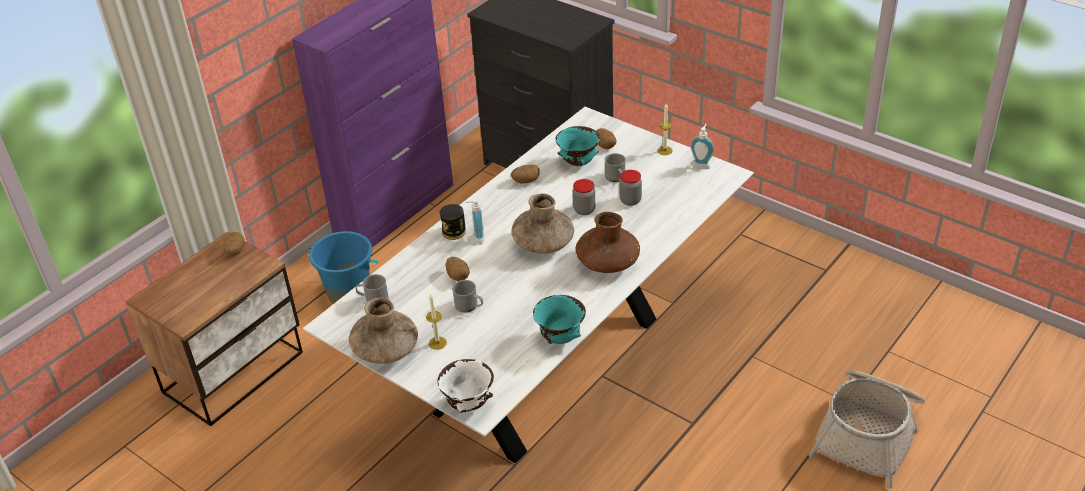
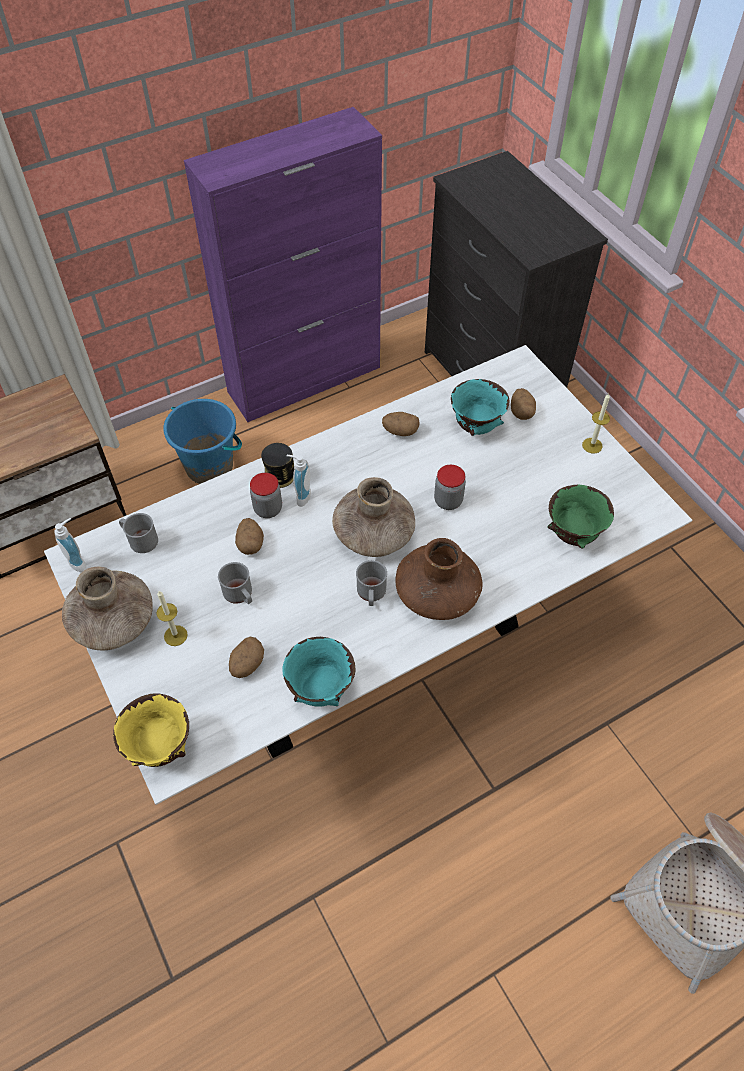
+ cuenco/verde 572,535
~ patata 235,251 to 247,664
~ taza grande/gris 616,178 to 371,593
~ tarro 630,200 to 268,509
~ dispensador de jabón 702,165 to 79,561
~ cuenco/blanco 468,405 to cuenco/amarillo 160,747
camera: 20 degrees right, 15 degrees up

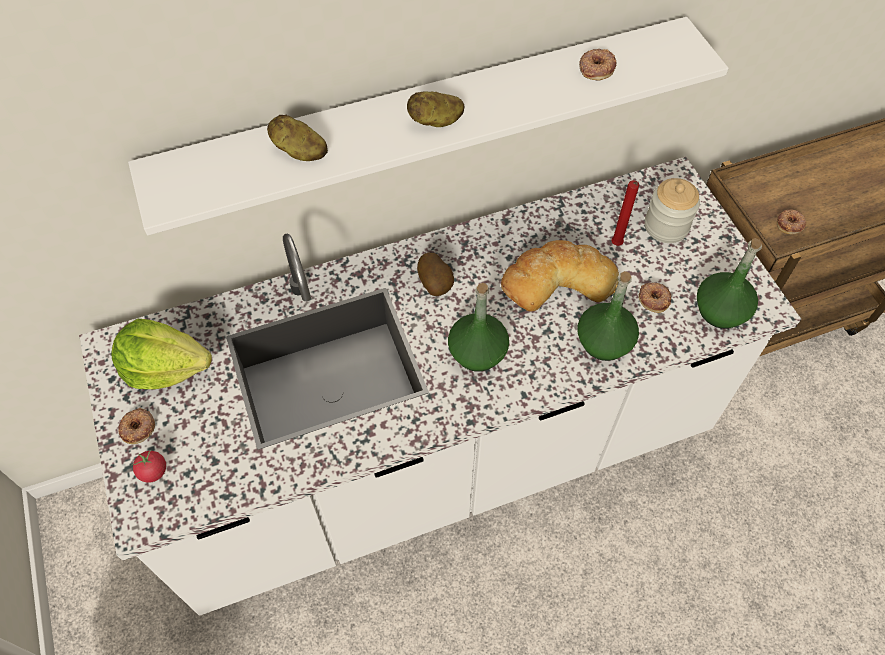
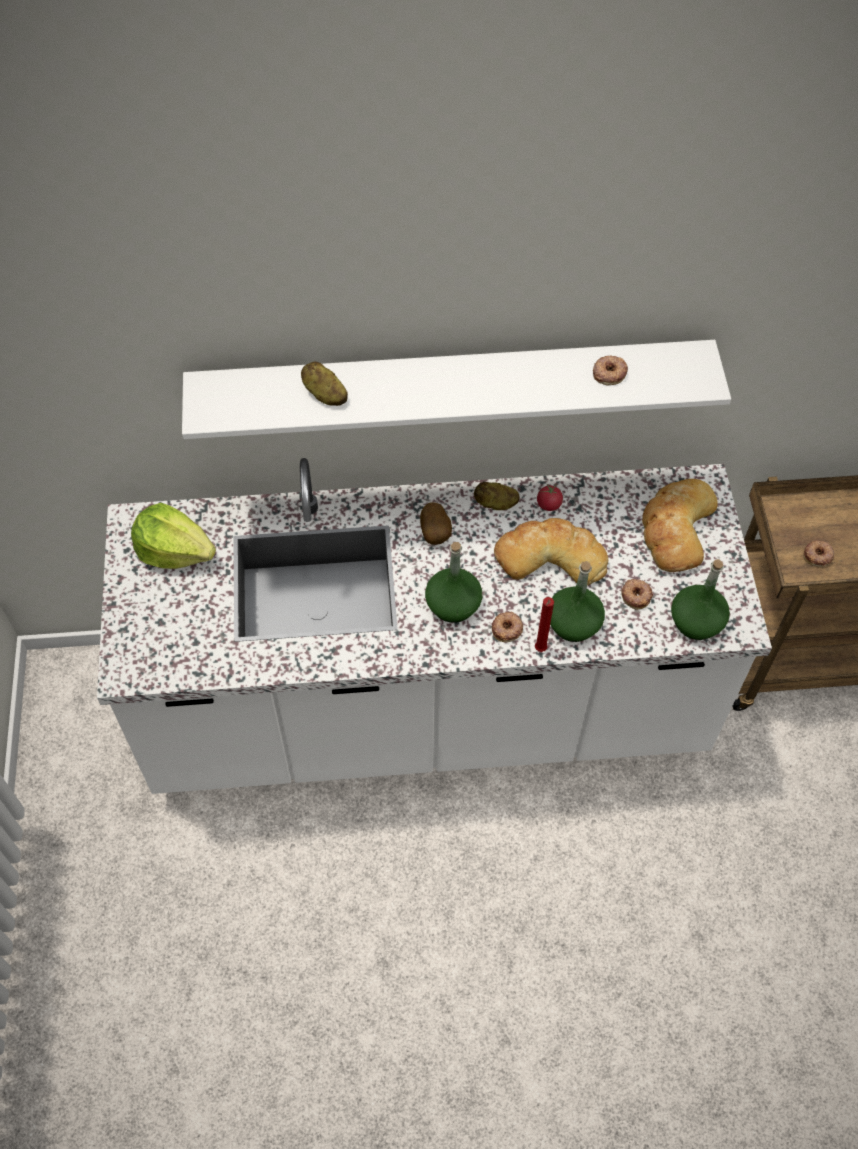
~ rosquilla 138,428 to 507,629
~ tomate 153,471 to 549,504
~ patata 436,121 to 496,503
~ vela/rojo 616,245 to 539,650
~ tarro 666,226 to pan 676,529
camera: 15 degrees right, 0 degrees up

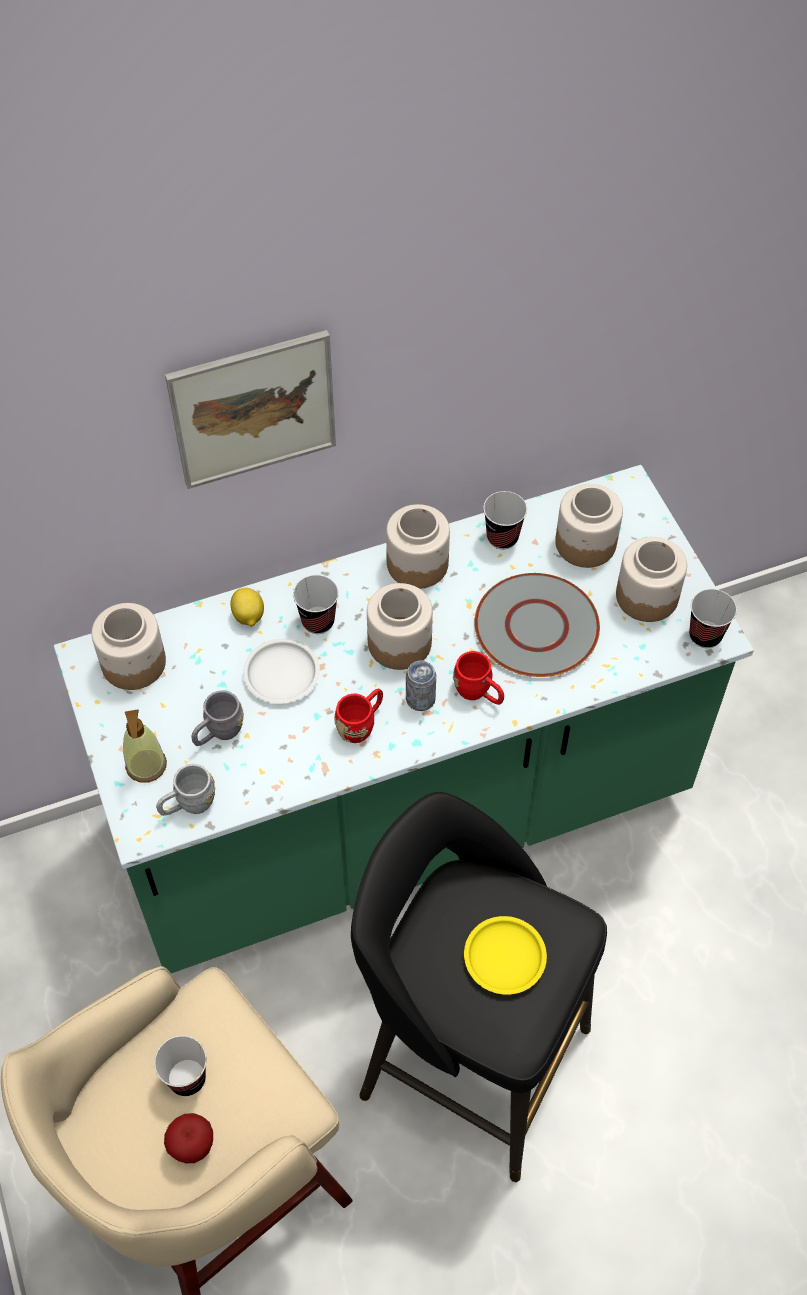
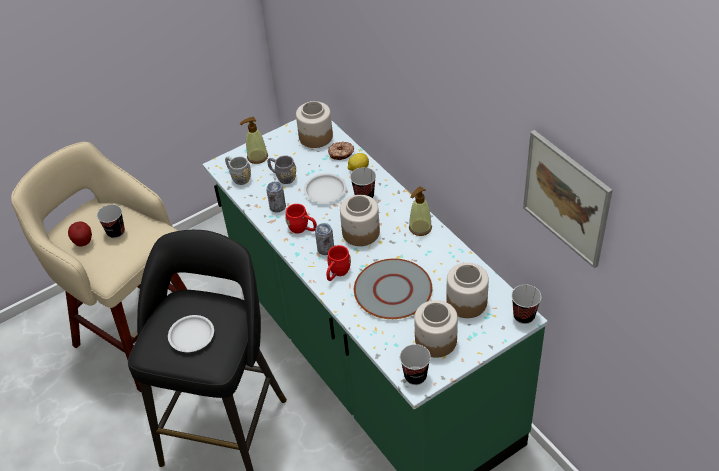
+ lata 277,207
+ rosquilla 341,154
~ cuadro 253,409 to 566,198
~ taza 502,537 to 524,316
~ tarro 417,563 to dispensador de jabón 420,228
~ plato/amarillo 505,957 to plato/blanco 192,336
camera: 80 degrees right, 10 degrees down

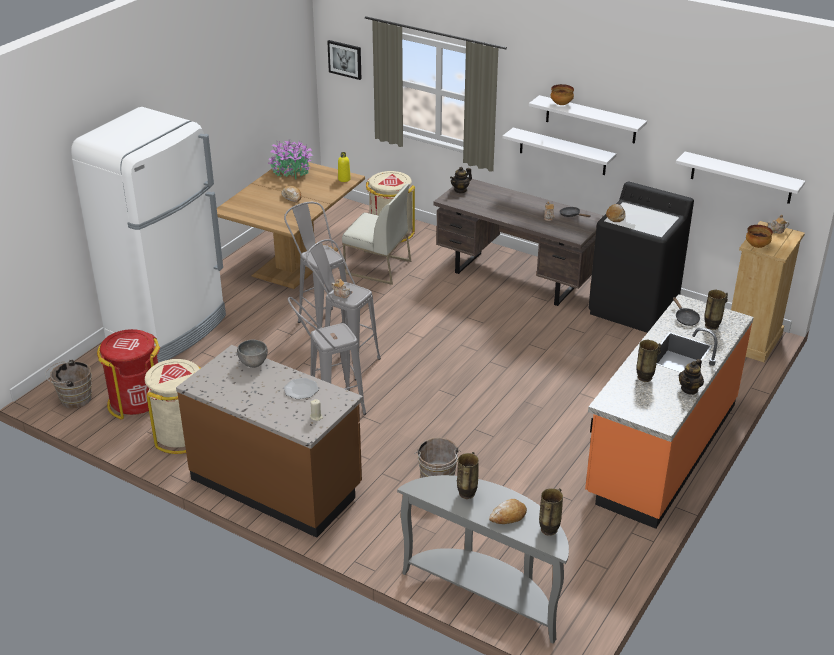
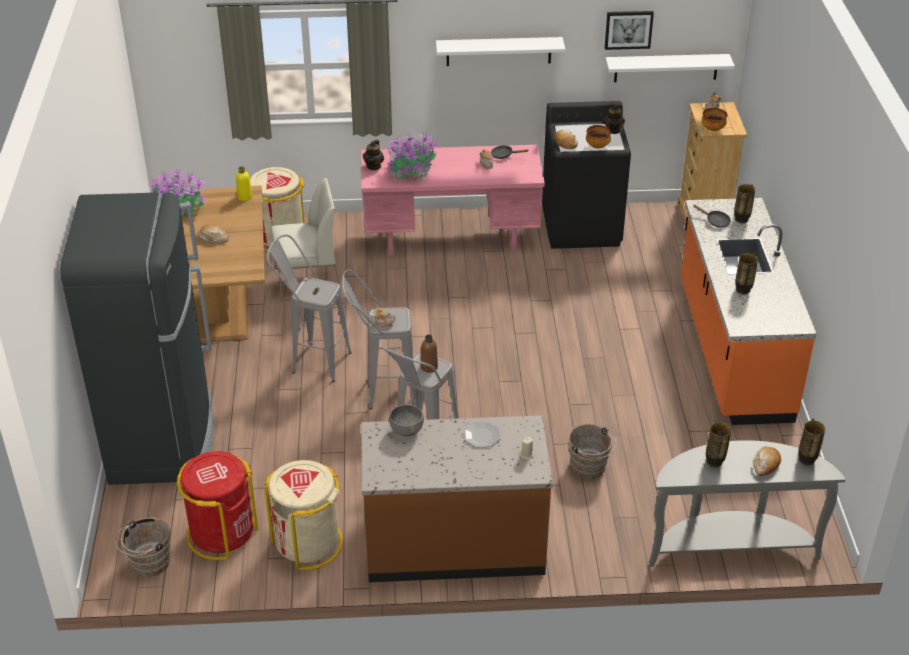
- estante/blanco 562,151
+ planta en maceta 411,171
+ botella/marrón 429,367
~ cuadro 345,59 to 628,29
~ cuenco 561,104 to 598,146
~ tetera 689,389 to 613,130
~ nevera/blanco 168,329 to nevera/negro 163,440
~ escritorio/marrón 517,278 to escritorio/rosa 452,238
camera: 35 degrees left, 5 degrees up

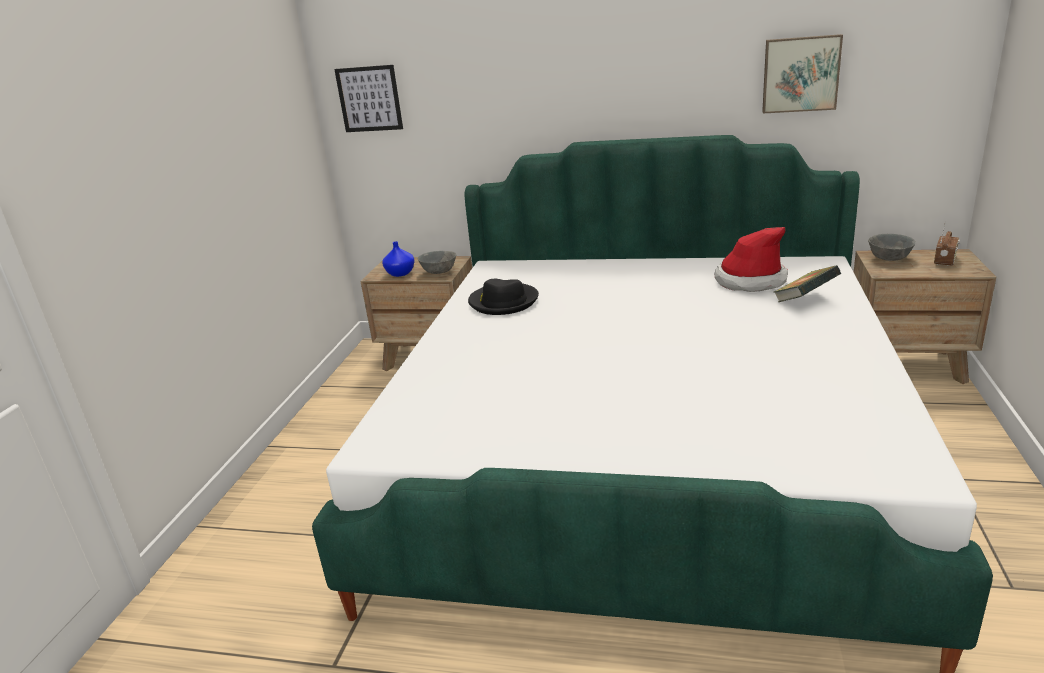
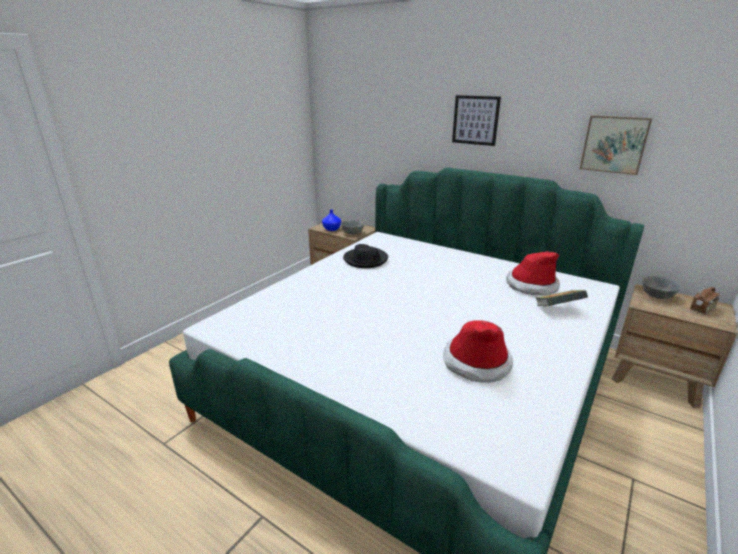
+ sombrero 476,363
~ cuadro 369,99 to 475,120
camera: 20 degrees right, 0 degrees up

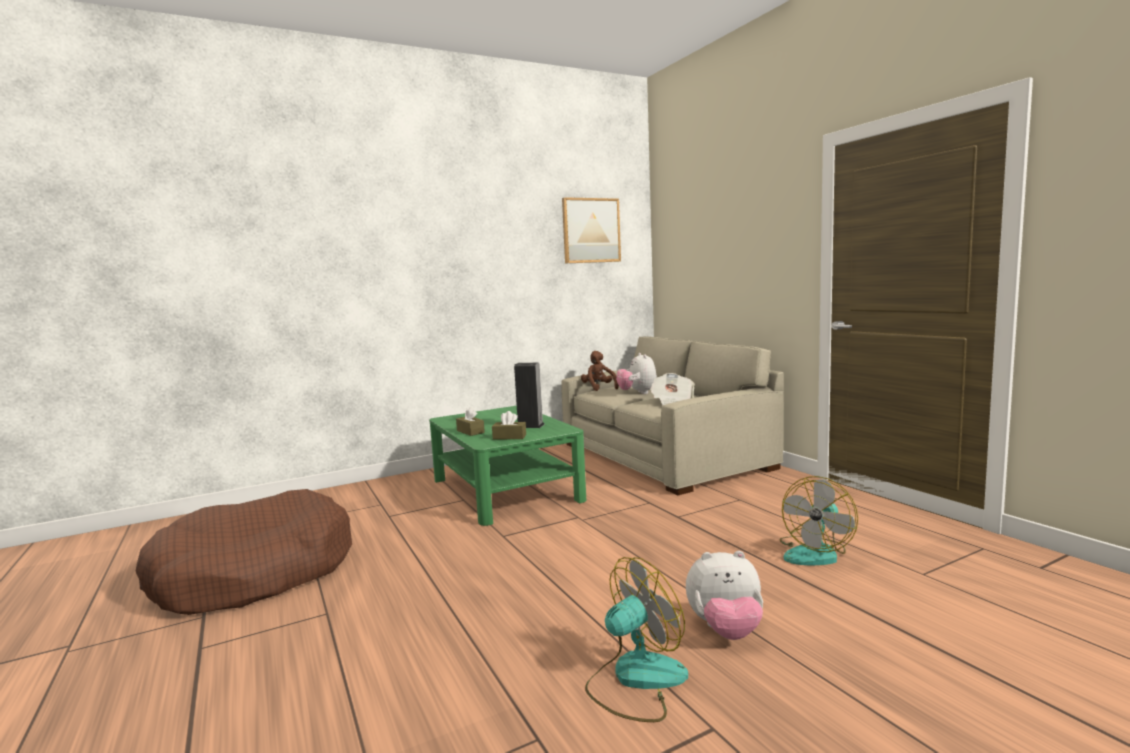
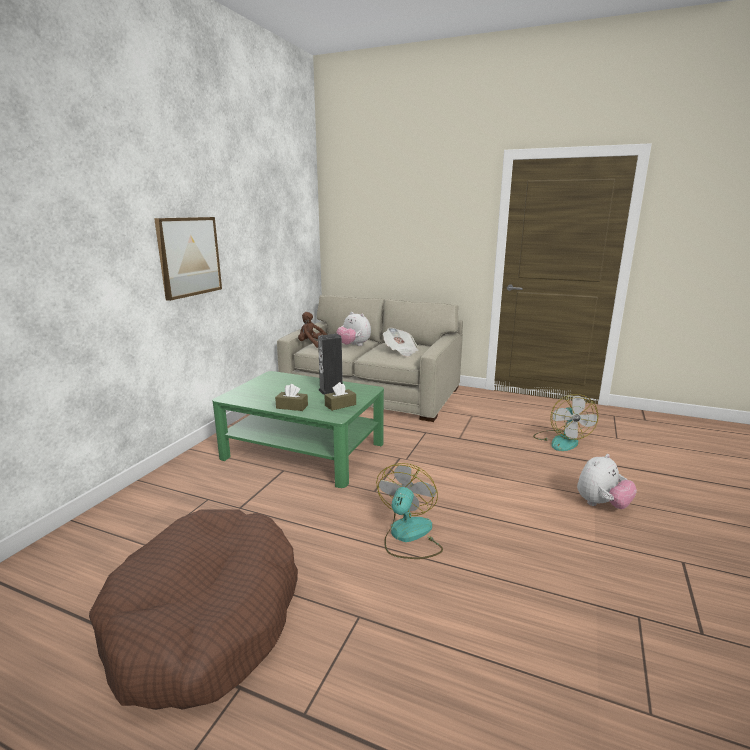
~ cuadro 591,230 to 189,256
~ ventilador 635,680 to 408,536
camera: 40 degrees left, 10 degrees up

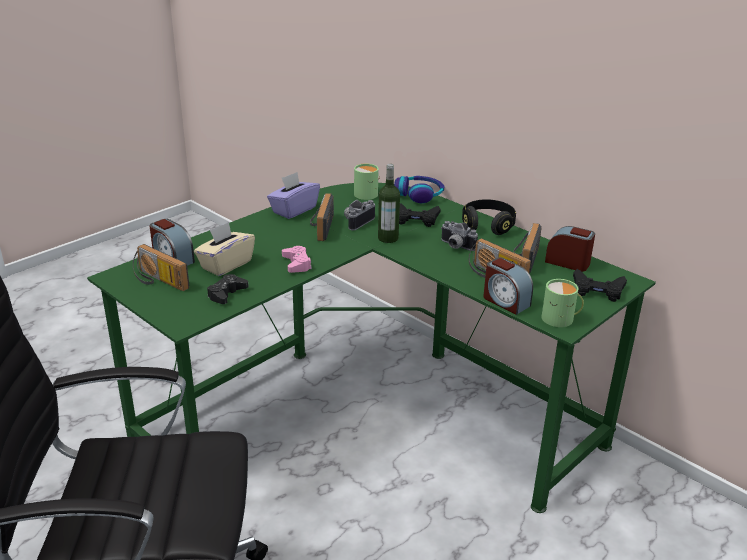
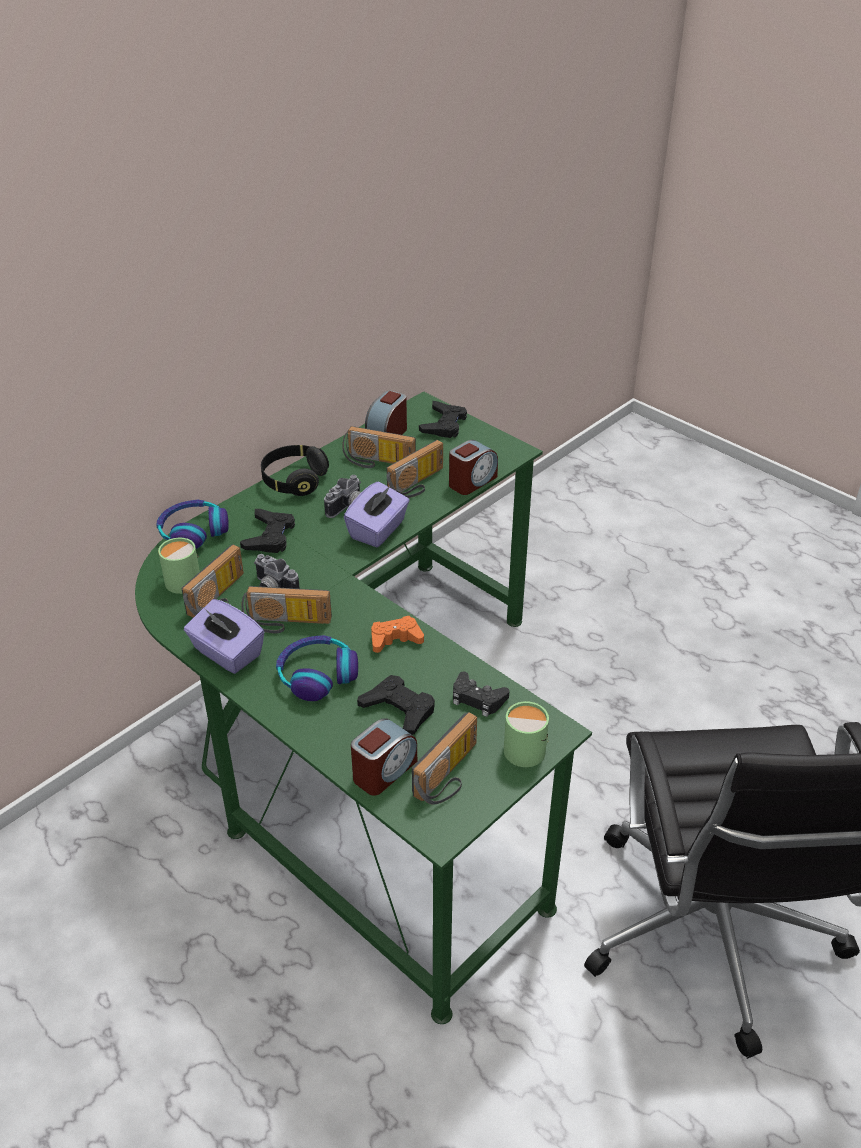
- botella 388,238
+ radio 220,598
+ auriculares 317,674
+ caja de pañuelos/morado 378,530
~ taza grande/verde 561,319 to 525,747
~ caja de pañuelos/beis 226,264 to mando de consola/negro 399,709
~ mando de consola/rosa 297,264 to mando de consola/naranja 395,639
camera: 90 degrees left, 10 degrees up

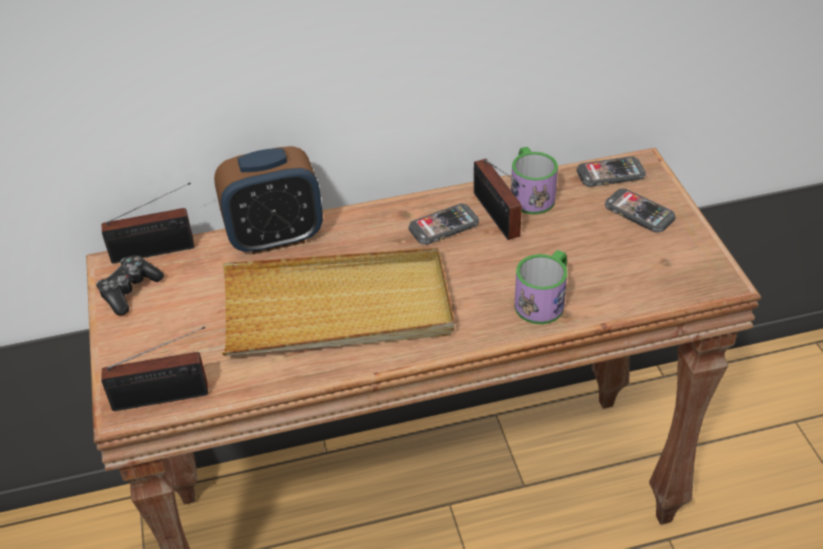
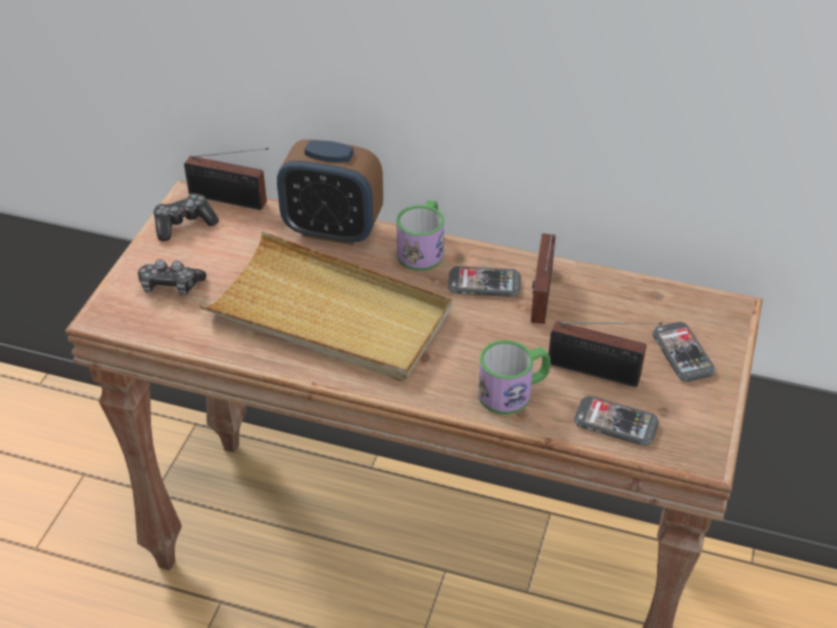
+ mando de consola 170,286
~ radio 166,397 to 598,372
~ taza grande 530,194 to 423,249
~ móvil 610,174 to 615,423
camera: 30 degrees right, 0 degrees up

